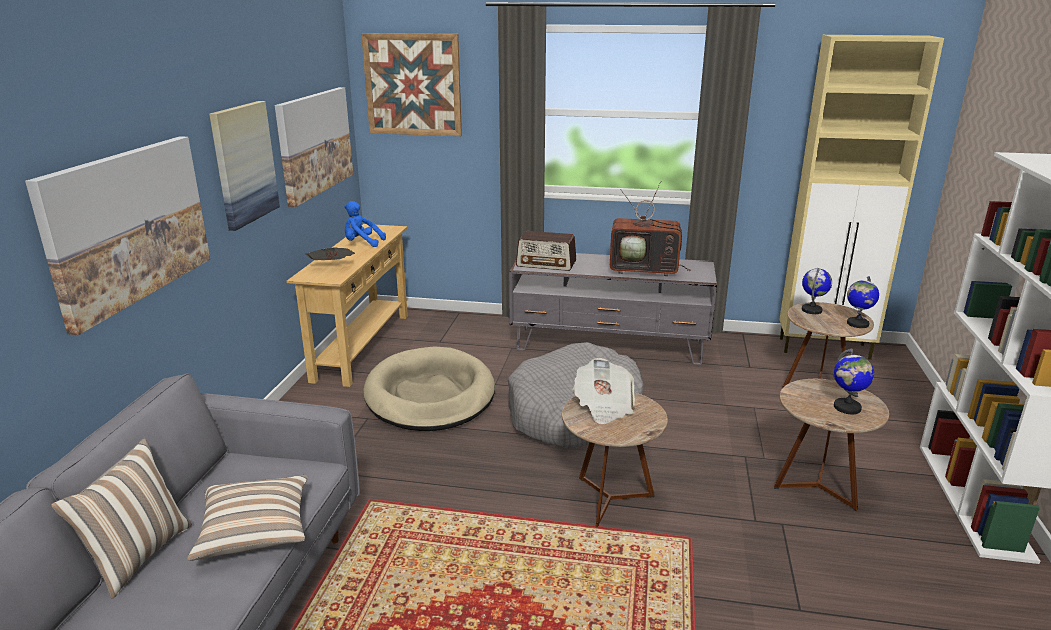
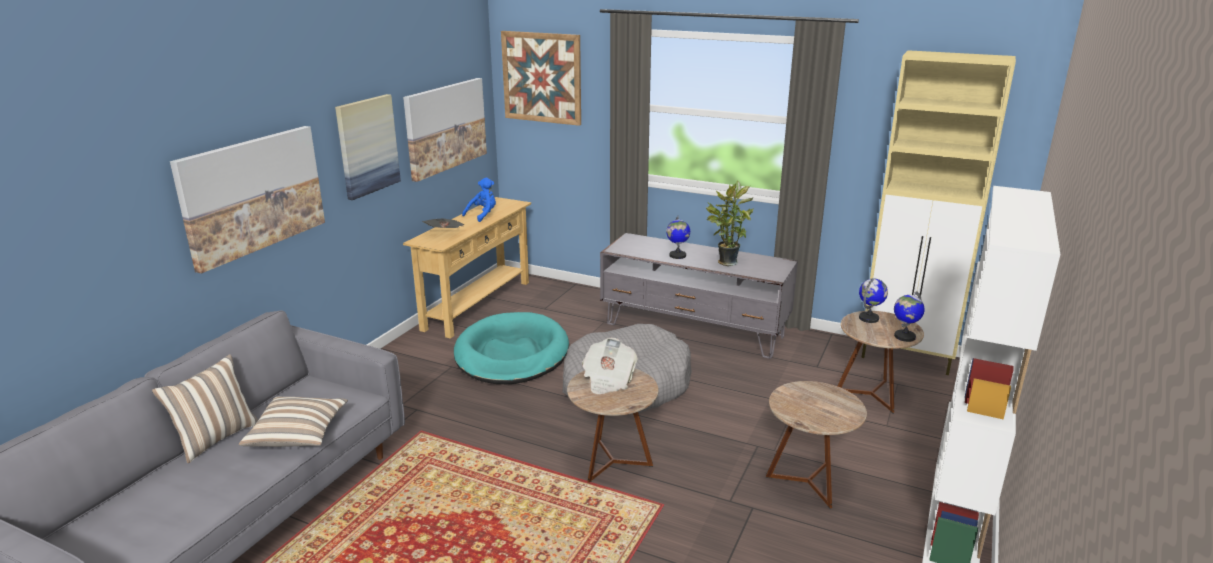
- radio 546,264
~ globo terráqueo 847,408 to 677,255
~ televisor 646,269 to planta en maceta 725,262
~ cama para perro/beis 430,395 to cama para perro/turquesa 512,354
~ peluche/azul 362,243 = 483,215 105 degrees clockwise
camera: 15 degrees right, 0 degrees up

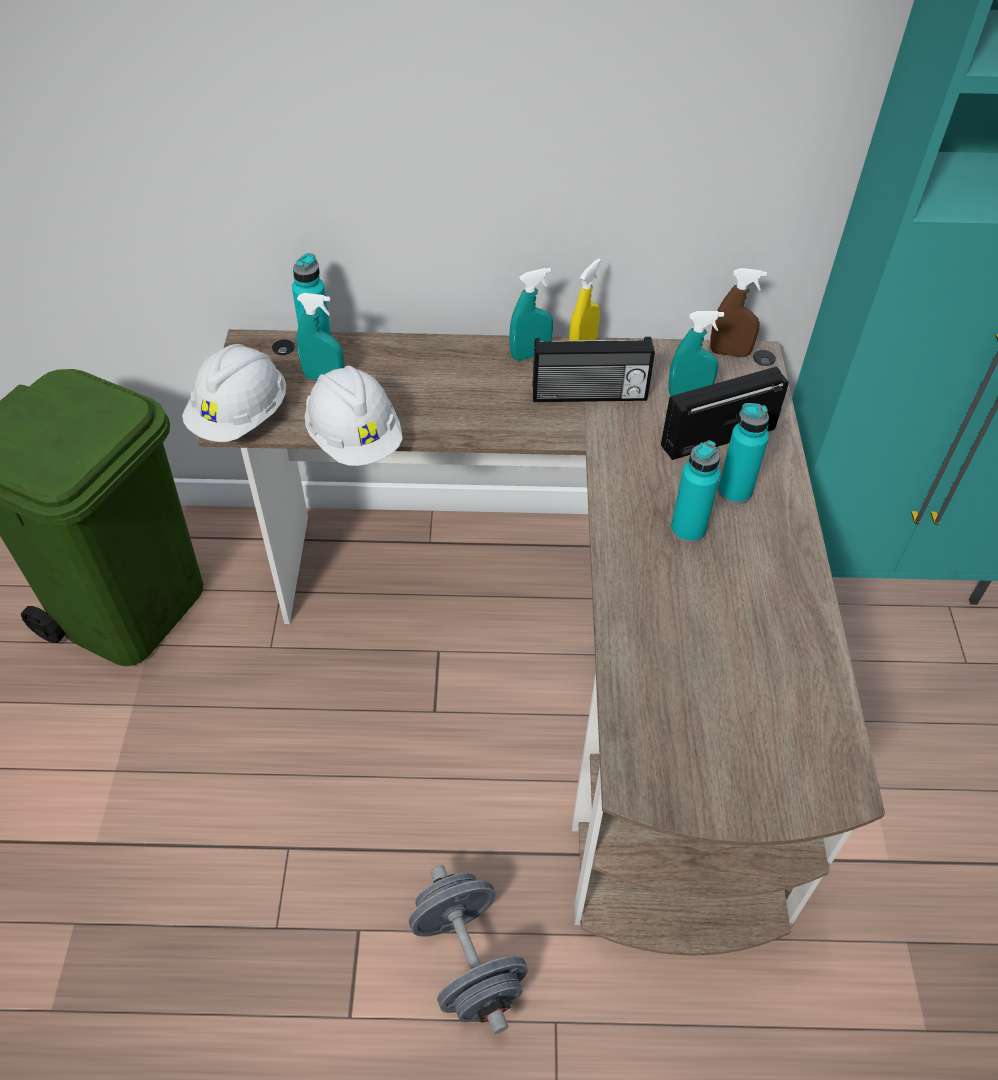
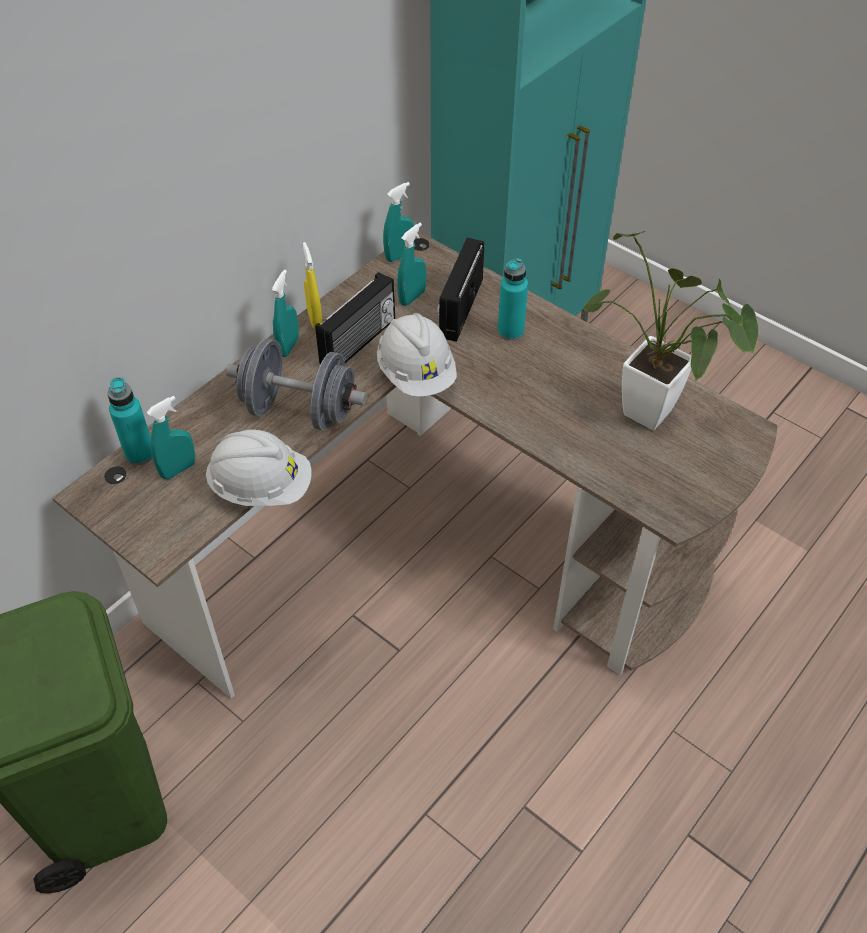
- botella/turquesa 688,529
+ planta en maceta 657,419
~ casco/blanco 240,417 to 416,374
~ mancuerna/gris 468,961 to 299,410
~ pulverizador/marrón 729,352 to pulverizador/turquesa 399,255
camera: 50 degrees left, 0 degrees up

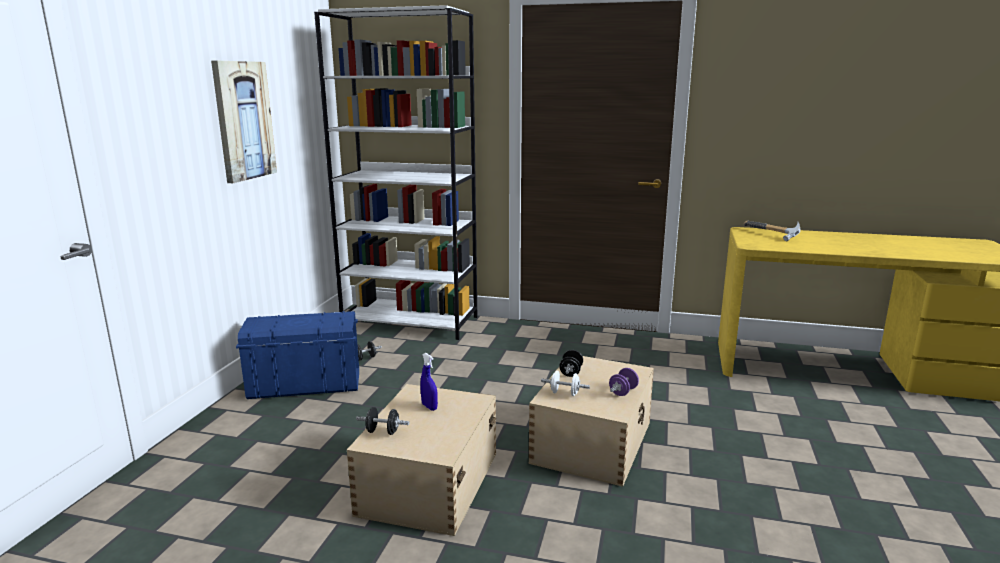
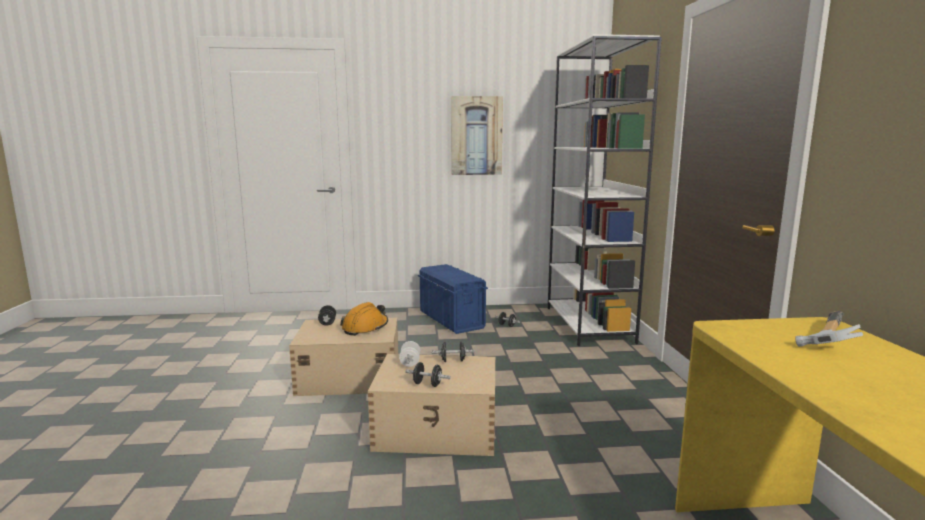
~ pulverizador/azul 429,407 to casco/naranja 365,327
~ mancuerna/morado 623,391 to mancuerna/negro 427,384
camera: 70 degrees right, 5 degrees down

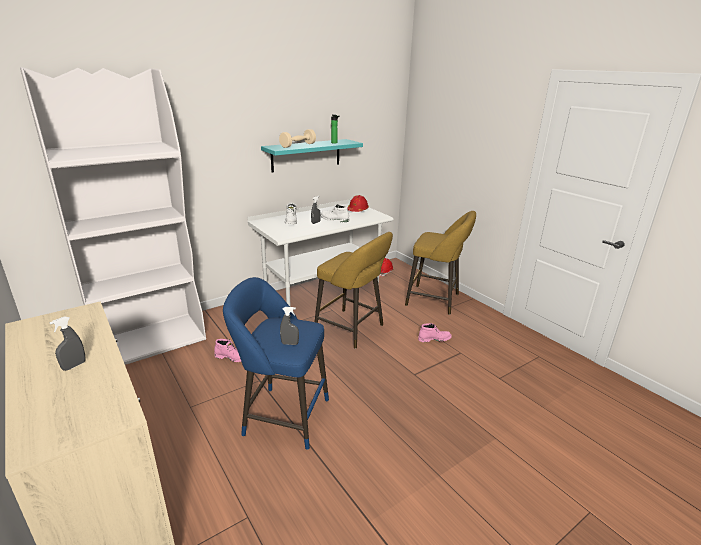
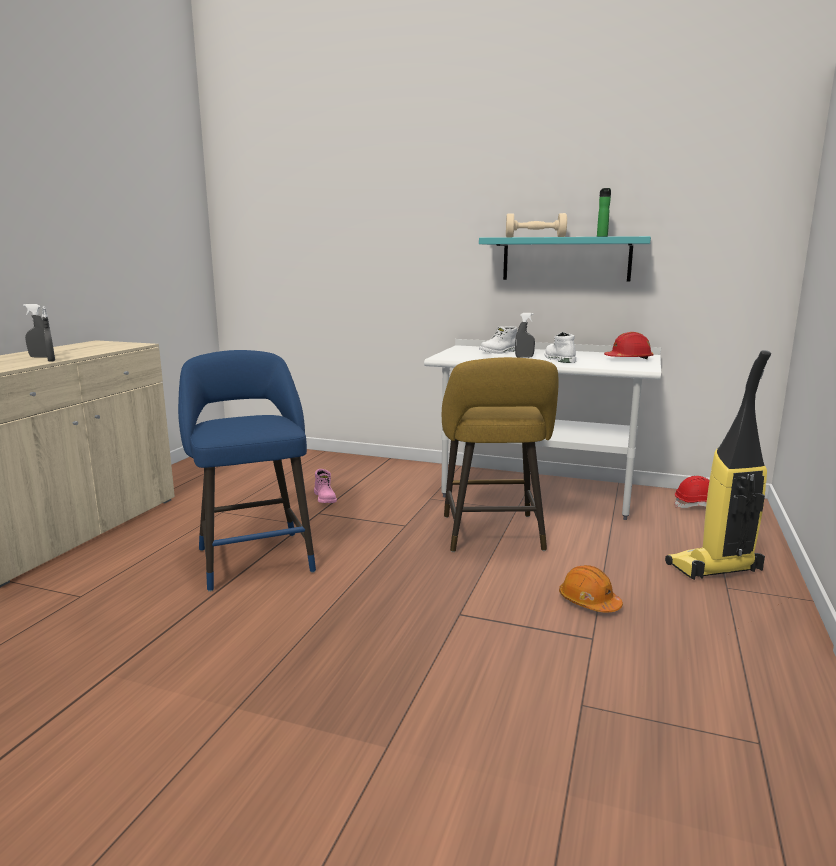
- estantería/blanco 151,340
~ pulverizador/gris 290,343 to 51,360
~ taburete/amarillo 436,300 to aspiradora 713,569
~ bota/rosa 434,339 to casco/naranja 588,602
camera: 55 degrees right, 10 degrees down

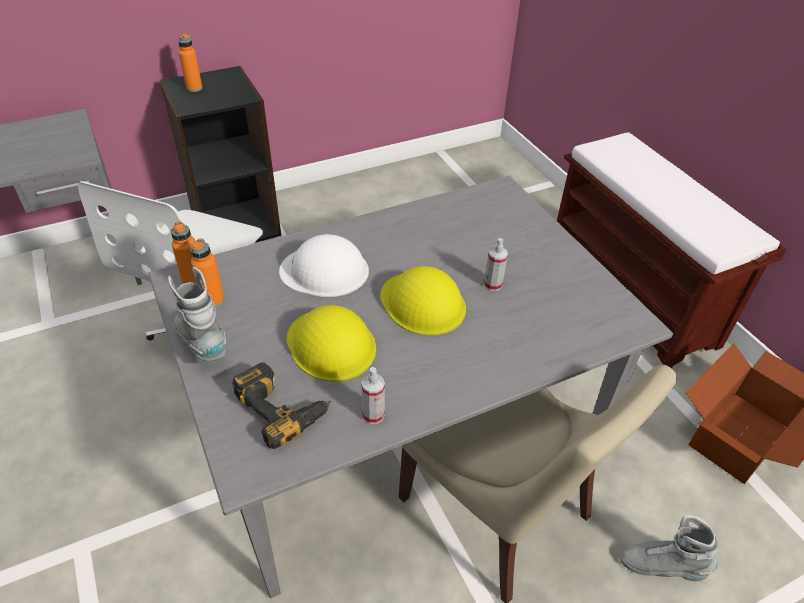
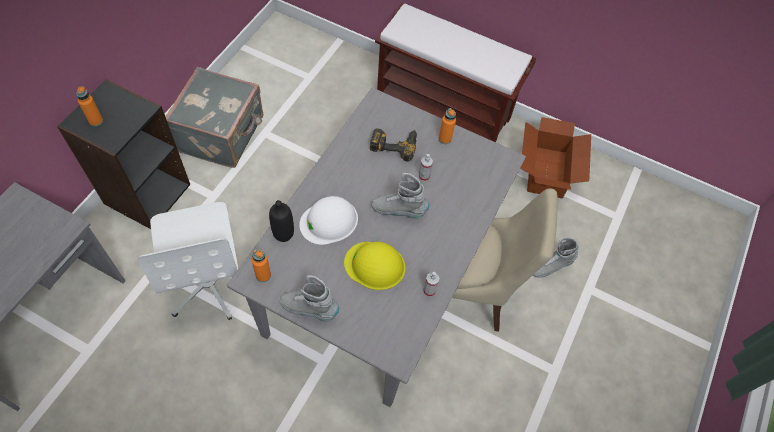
+ maleta/gris 222,134
+ botella/negro 283,233
~ botella/naranja 213,300 to 445,139
~ taladro 283,407 to 394,144
~ casco/amarillo 423,303 to bota/gris 399,210
camera: 40 degrees left, 15 degrees up

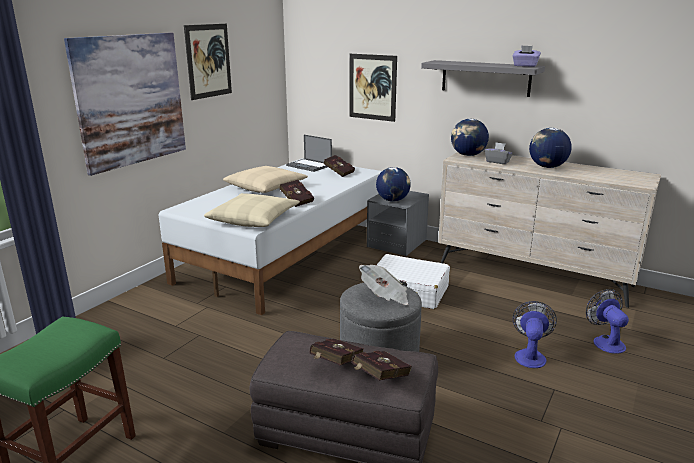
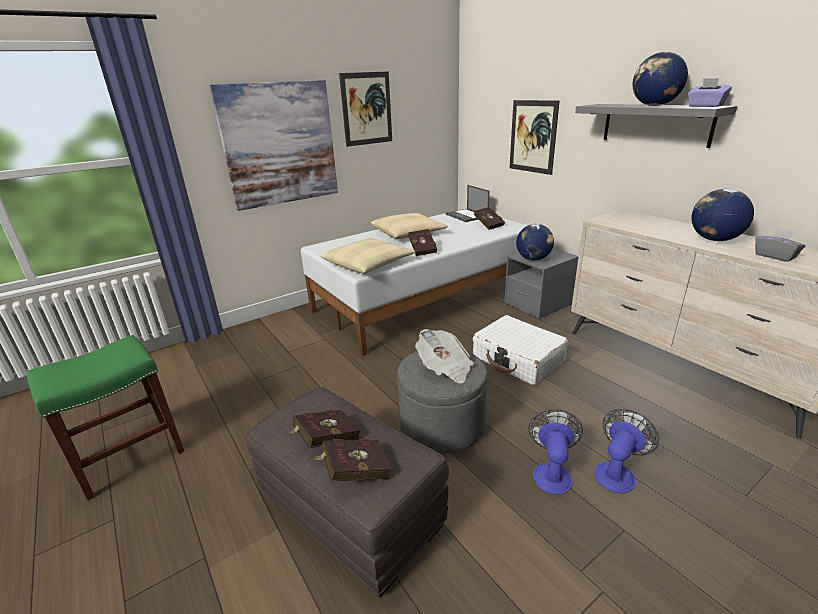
~ globo terráqueo 468,155 to 654,106
~ caja de pañuelos/gris 497,162 to 775,256
~ ventilador 605,341 to 551,472
camera: 25 degrees right, 5 degrees up

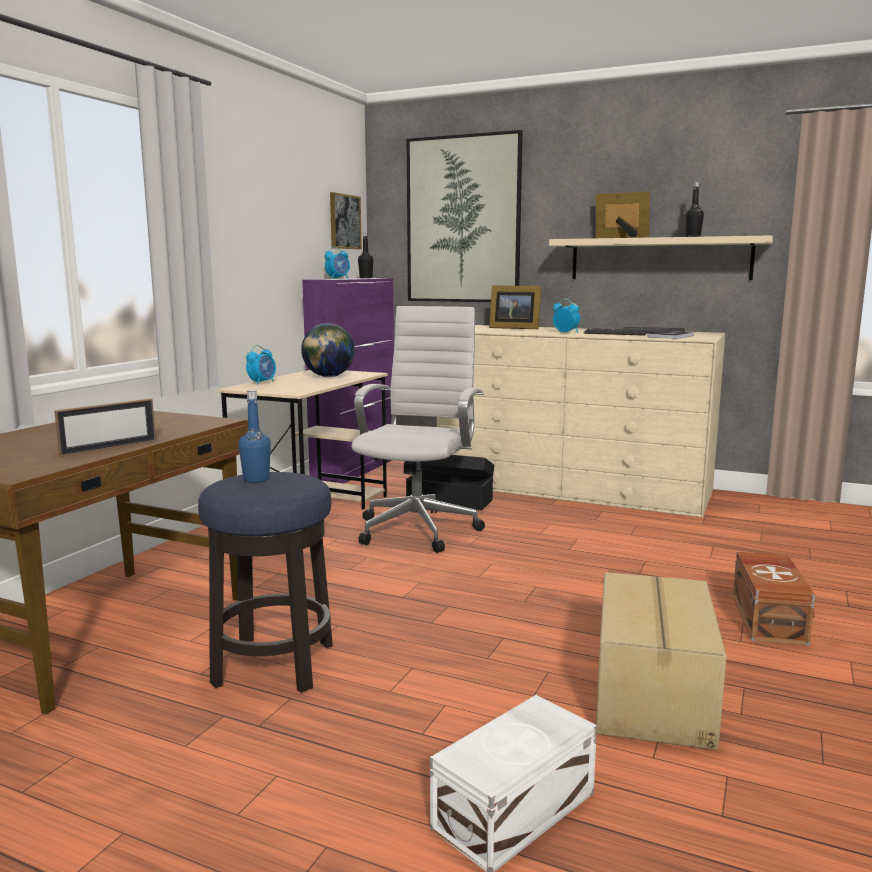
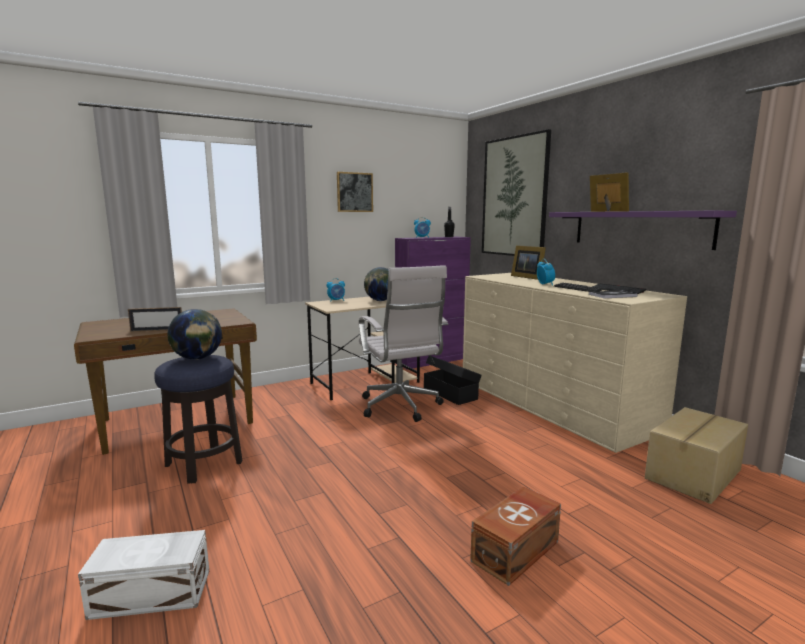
- botella/negro 692,236
~ cuadro 344,221 to 354,192
~ caja de cartón 654,694 to 694,474
~ botella/azul 256,479 to globo terráqueo 197,358
~ estante/beis 659,259 to estante/morado 639,228
~ silla de oficina/blanco 419,528 = 401,407 105 degrees clockwise
camera: 35 degrees right, 0 degrees up

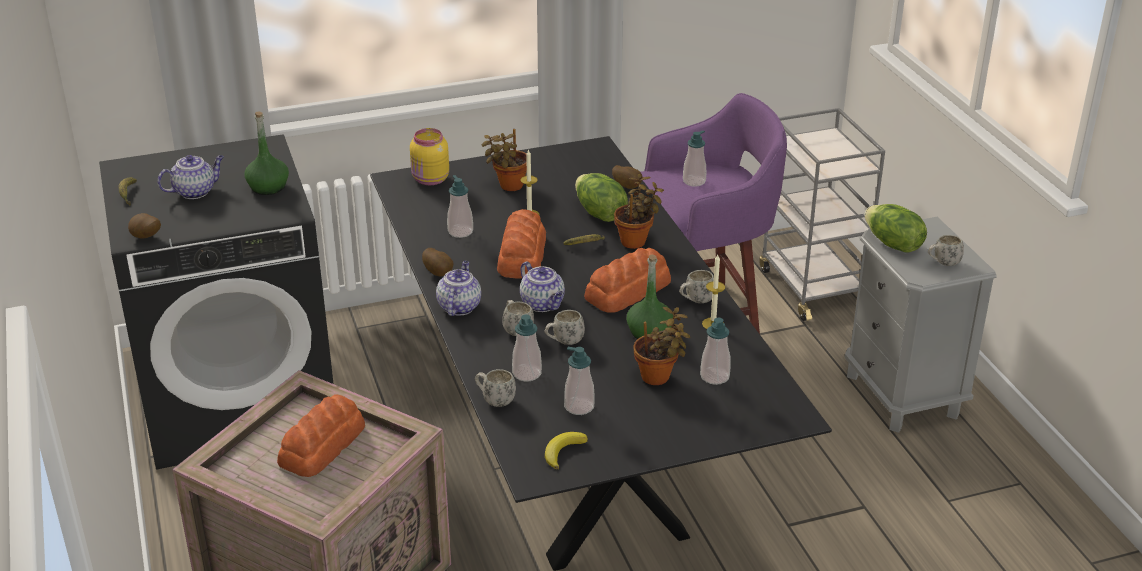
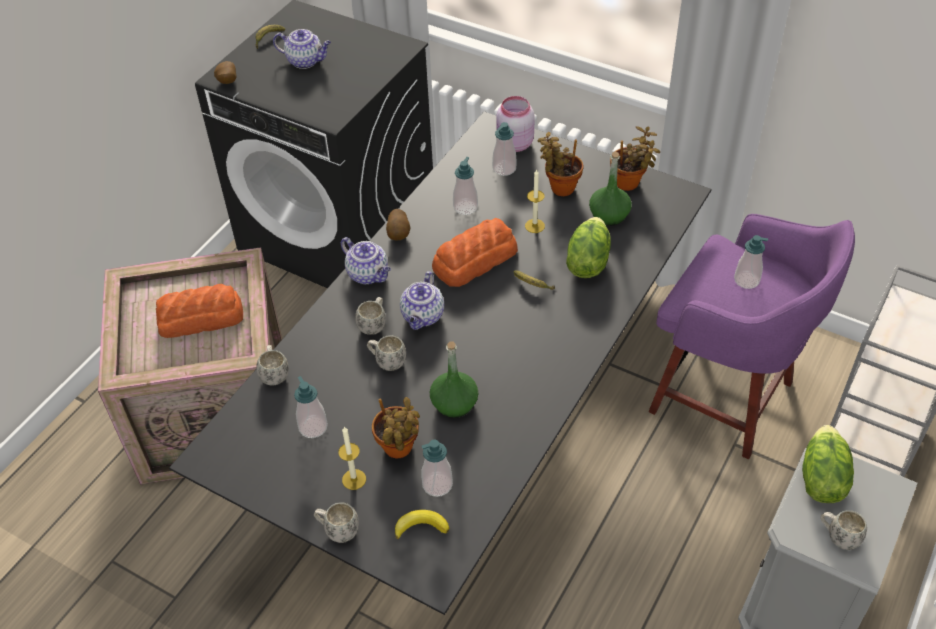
- pan 629,290
- patata 627,186
~ botella/verde 268,187 to 609,215
~ dispensador de jabón 527,373 to 504,168
~ plátano 563,451 to 421,526
~ planta en maceta 635,241 to 630,183
~ taza grande/blanco 696,301 to 337,531
~ vela 713,324 to 354,479
~ tarro/amarillo 430,180 to tarro/rosa 514,144
~ tetera 459,306 = 369,274 75 degrees clockwise
camera: 50 degrees right, 15 degrees up

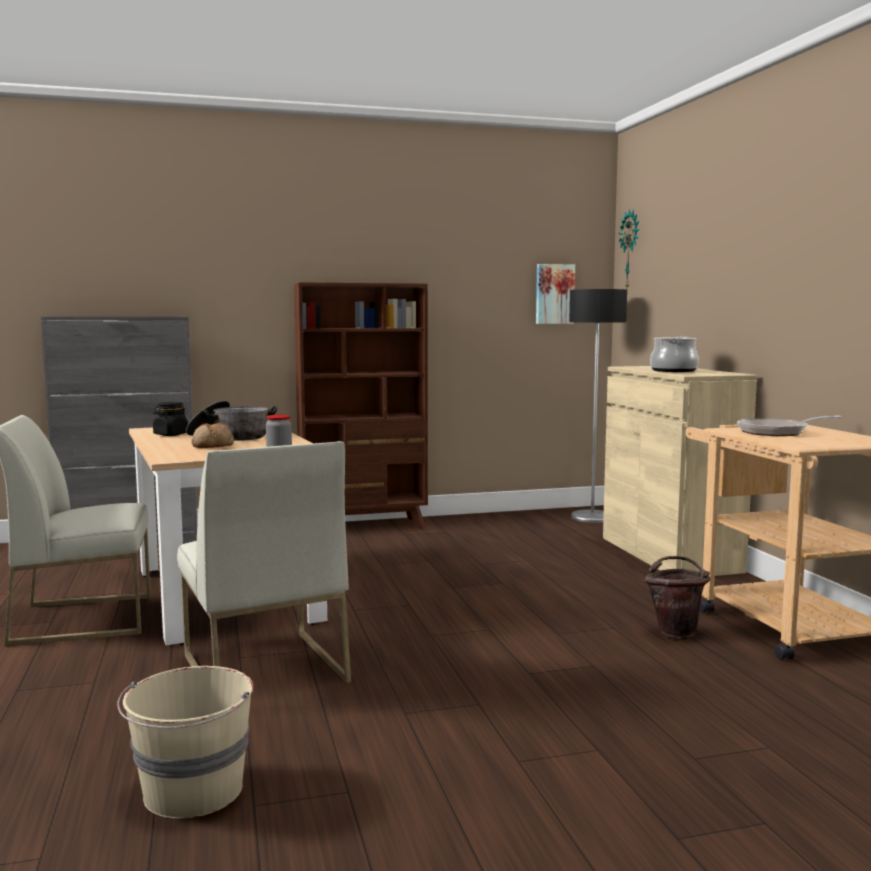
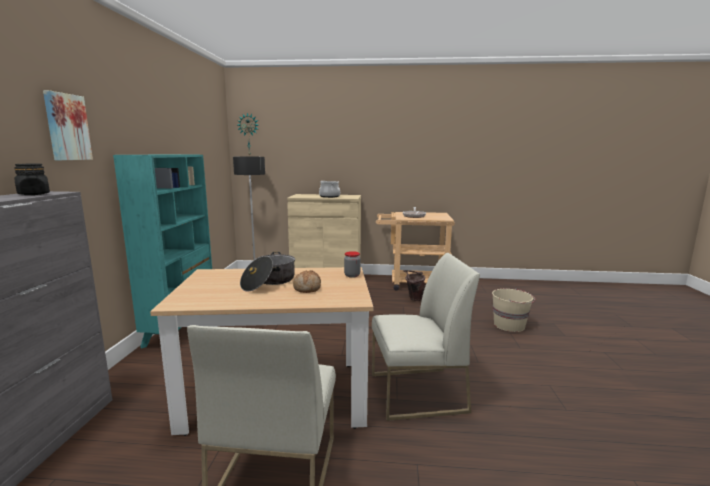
~ cubo/beis 193,792 to 510,325
~ tarro/negro 170,434 to 34,194
~ cuadro 554,294 to 66,127
~ estantería/marrón 364,527 to estantería/turquesa 182,328
camera: 70 degrees left, 5 degrees up

